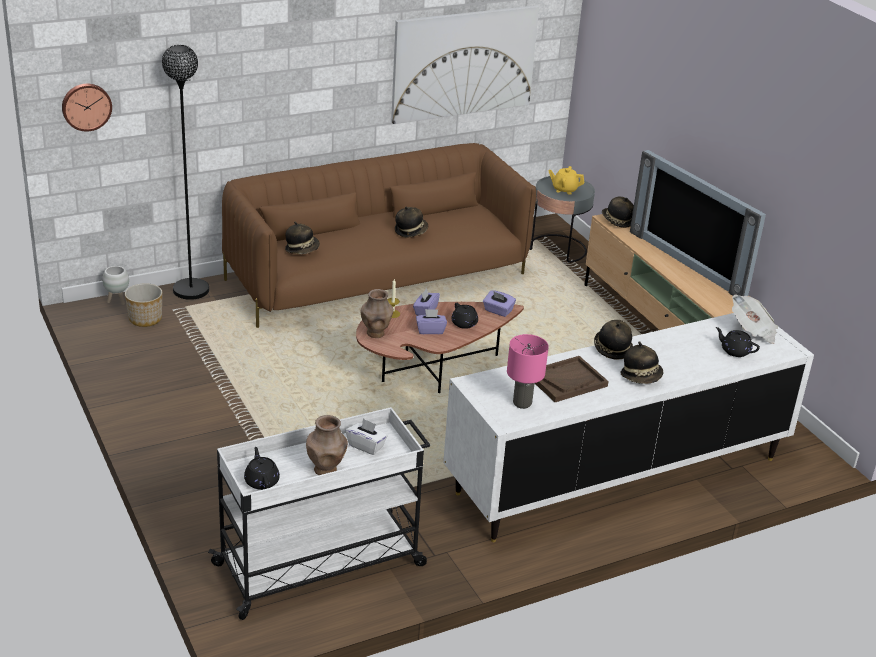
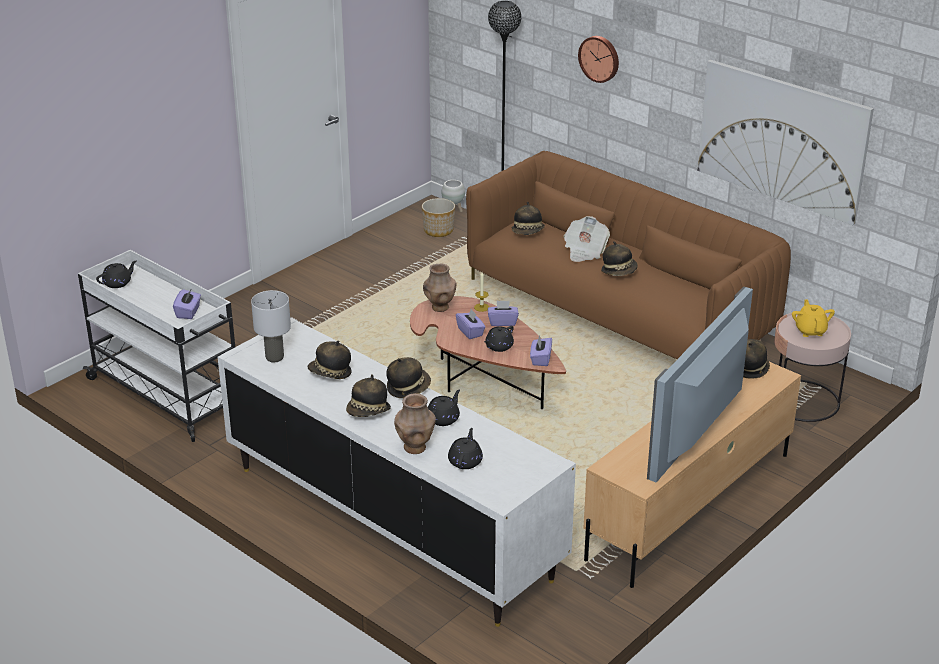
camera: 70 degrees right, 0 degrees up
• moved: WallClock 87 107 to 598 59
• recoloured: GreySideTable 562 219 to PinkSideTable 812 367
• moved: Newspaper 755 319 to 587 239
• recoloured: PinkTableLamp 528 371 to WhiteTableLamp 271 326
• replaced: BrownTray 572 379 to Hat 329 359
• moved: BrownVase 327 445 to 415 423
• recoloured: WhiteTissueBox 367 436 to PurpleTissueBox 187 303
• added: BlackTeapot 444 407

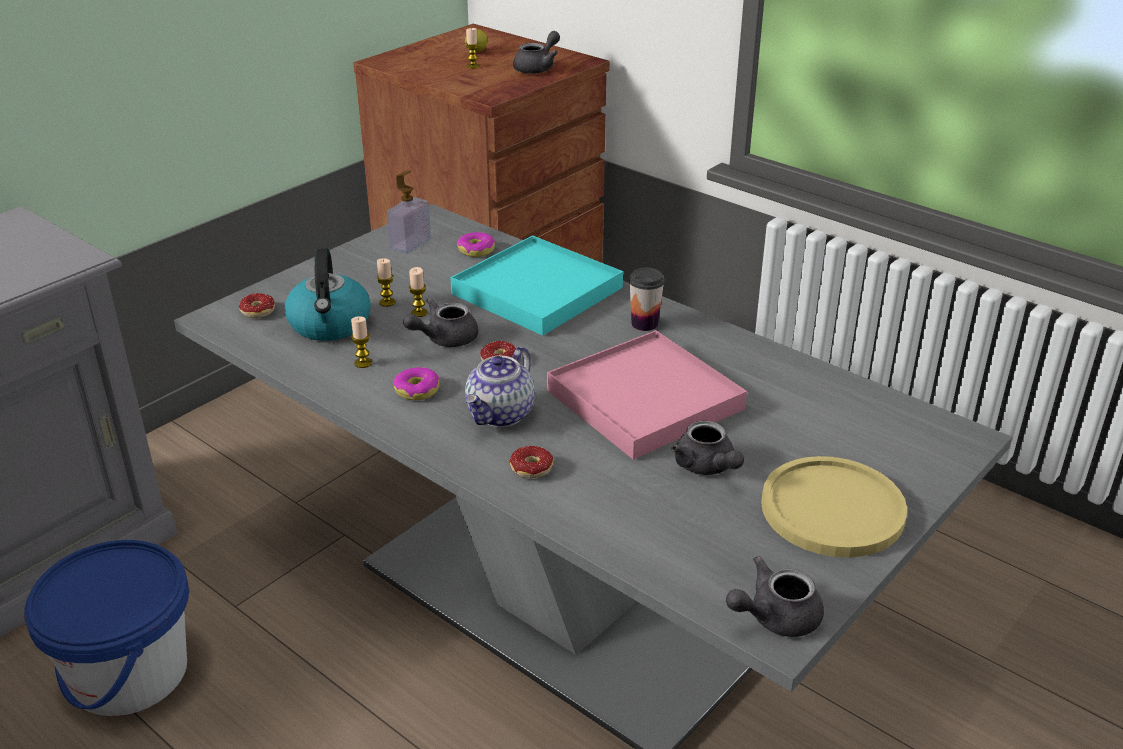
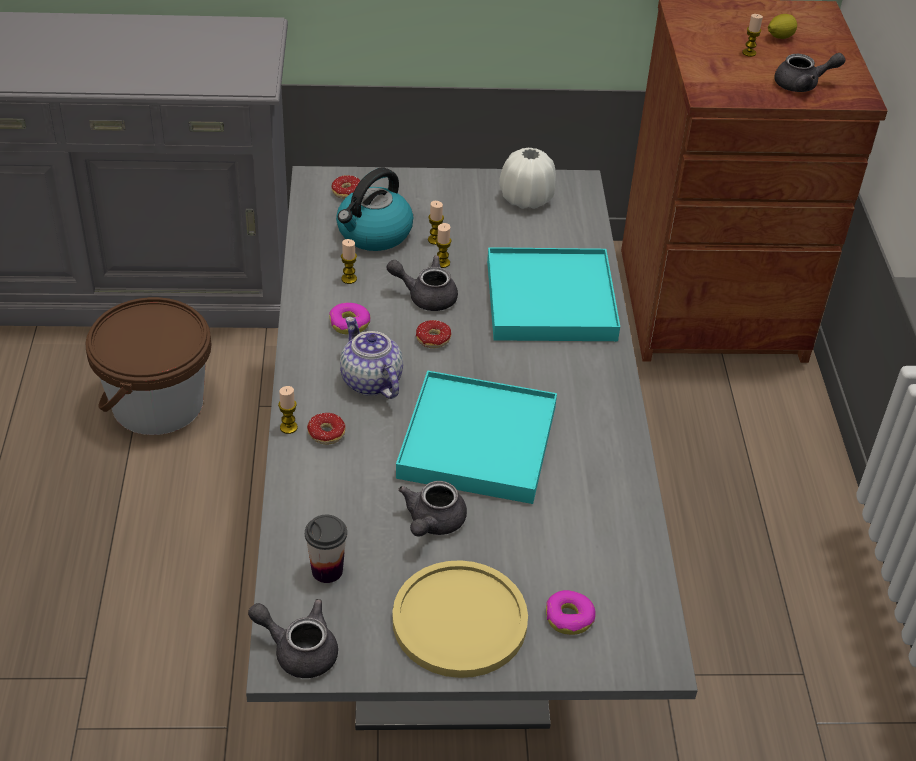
camera: 45 degrees right, 10 degrees up
• replaced: SoapDispenser 409 212 to WhiteVase 527 178
• moved: Donut 476 244 to 571 612
• moved: Cup 647 299 to 326 549
• recoloured: PinkTray 647 395 to TurquoiseTray 476 437
• turned: Teapot 500 386 = 371 358 75 degrees clockwise
• recoloured: BlueBucket 106 628 to BrownBucket 148 366
• added: Candle 288 410

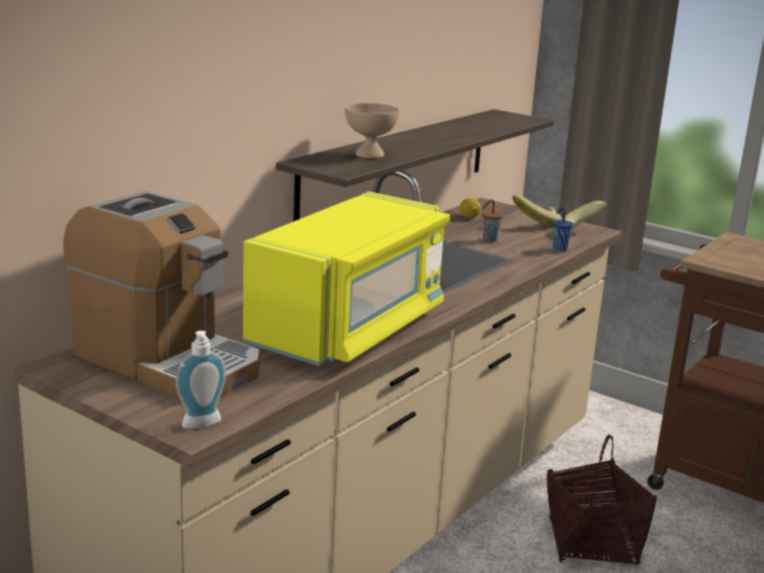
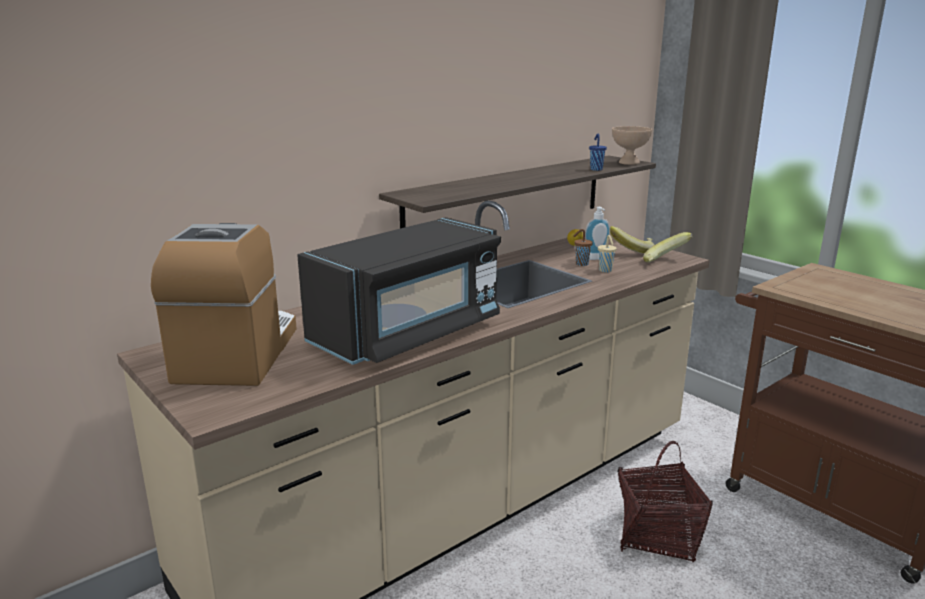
camera: 15 degrees right, 0 degrees up
• moved: BeigeBowl 372 131 to 632 145
• turned: CoffeeMachine 161 294 = 224 304 135 degrees counterclockwise
• recoloured: YellowMicrowave 346 278 to BlackMicrowave 399 291
• moved: BlueCup 563 229 to 598 152
• moved: SoapDispenser 201 380 to 597 233
• added: BeigeCup 607 253

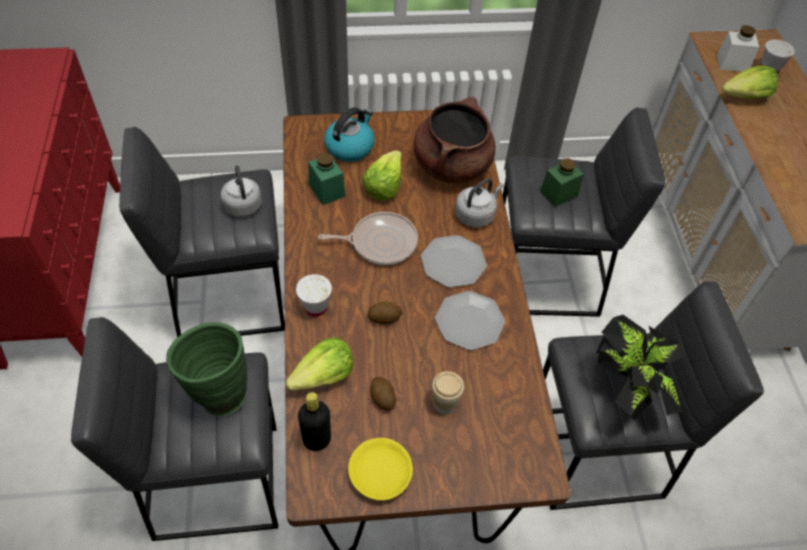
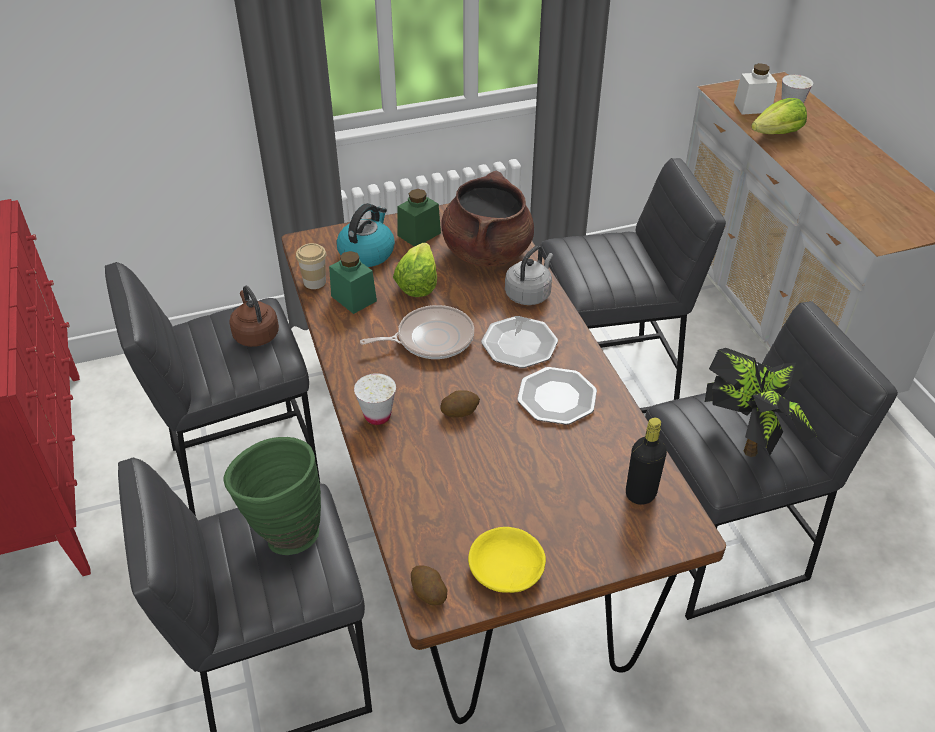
camera: 10 degrees left, 10 degrees down
• moved: GreenJar 562 182 to 419 218
• recoloured: GreyKettle 241 191 to BrownKettle 254 316
• removed: Lettuce 319 364
• moved: Cup 448 392 to 311 266
• moved: Potato 383 394 to 429 585
• moved: BlackBottle 314 421 to 646 461

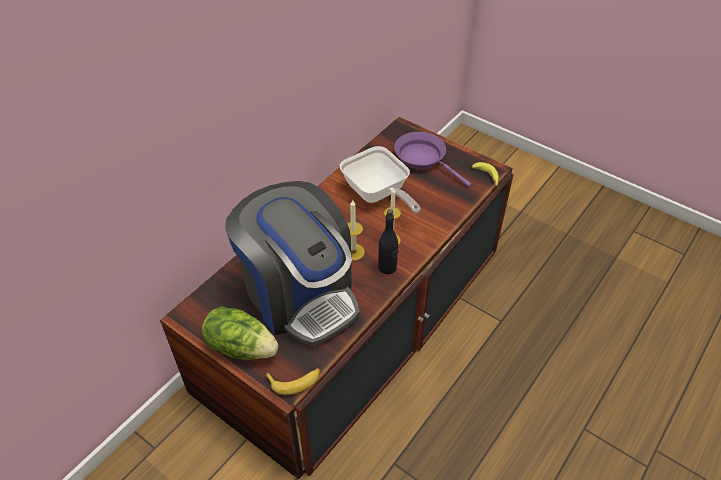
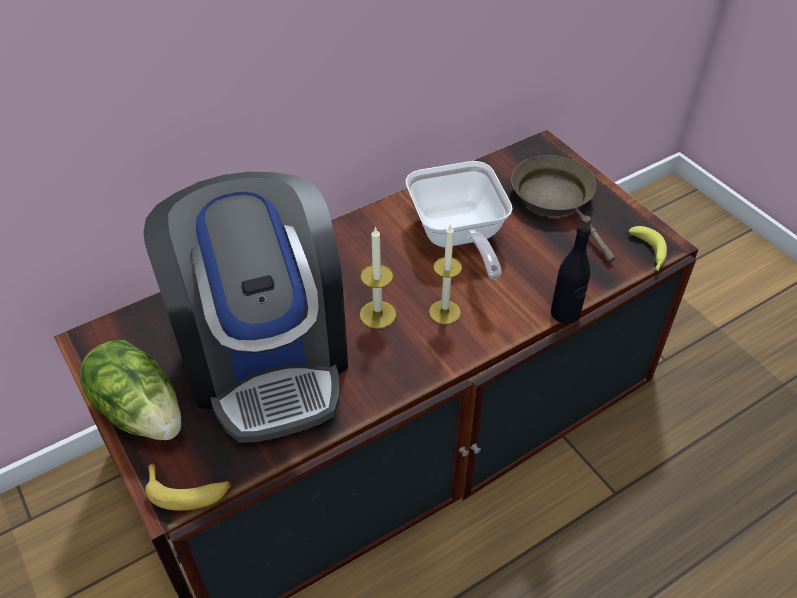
camera: 20 degrees right, 0 degrees up
• recoloured: PurpleFryingPan 433 159 to BrownFryingPan 563 208
• moved: BlackBottle 388 241 to 571 269

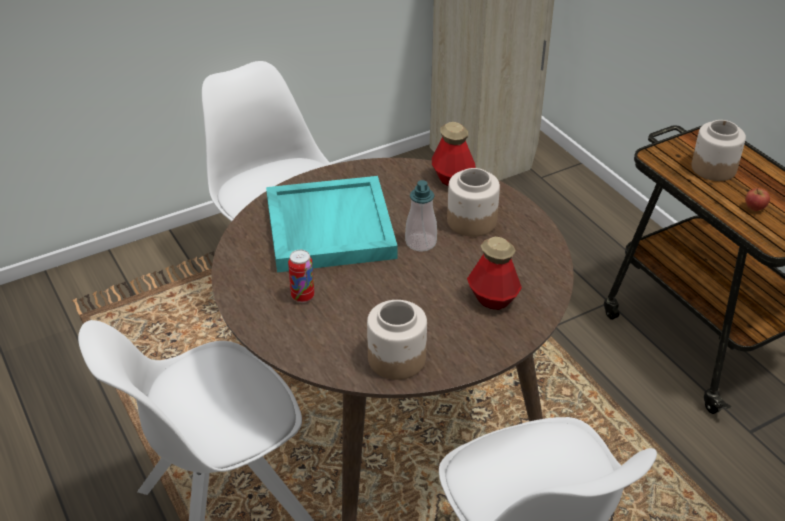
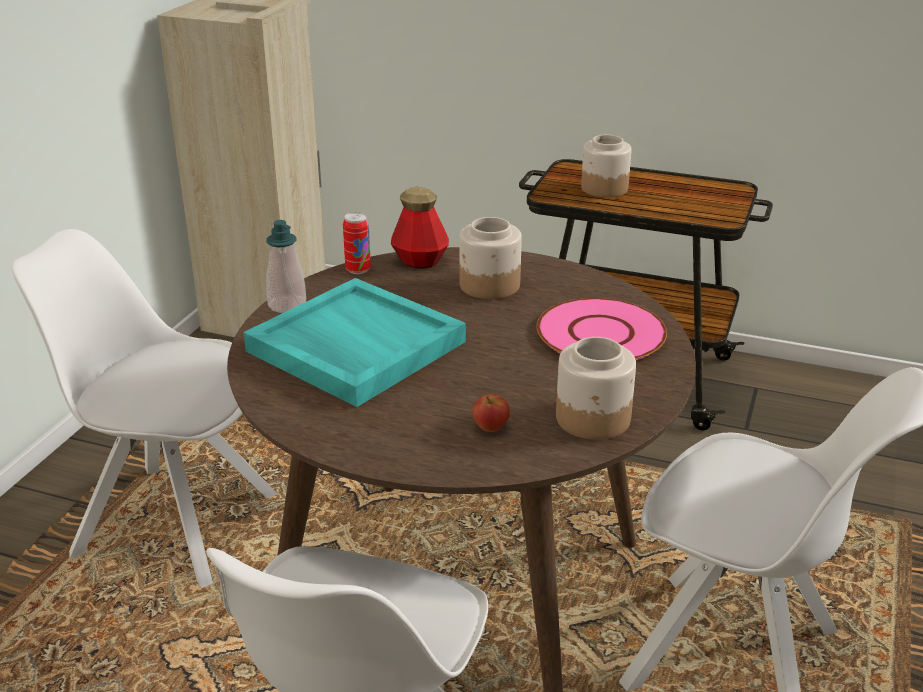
camera: 40 degrees left, 10 degrees down
• moved: SoapDispenser 421 216 to 286 266
• moved: Apple 757 199 to 491 413
• replaced: Bottle 494 273 to PinkPlate 602 329
• moved: Can 301 276 to 357 243

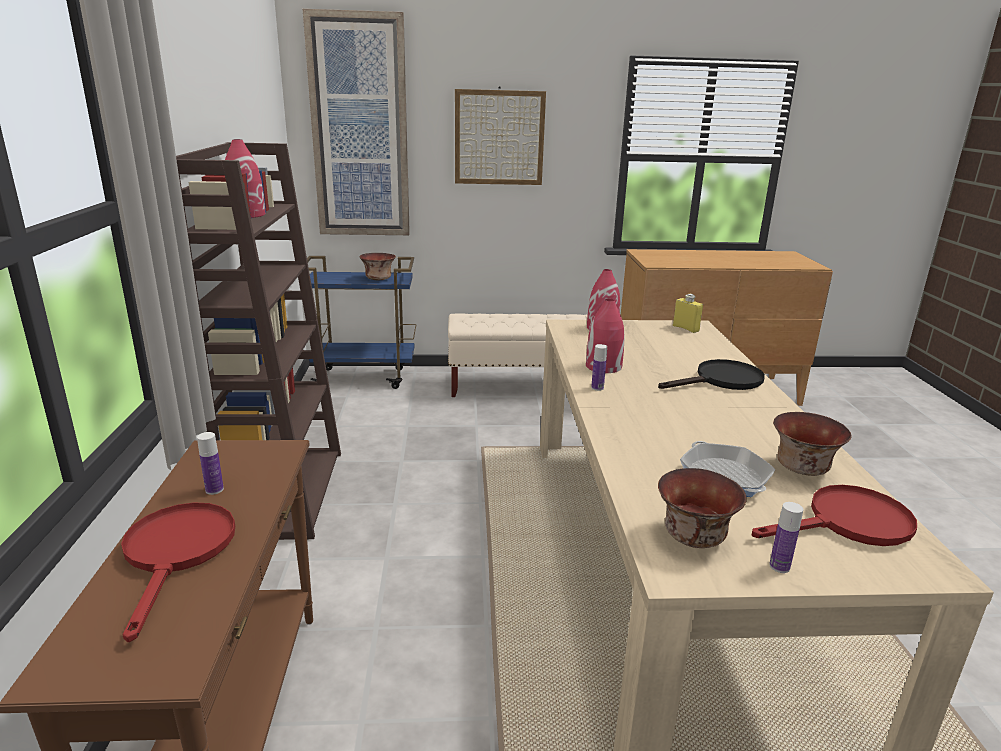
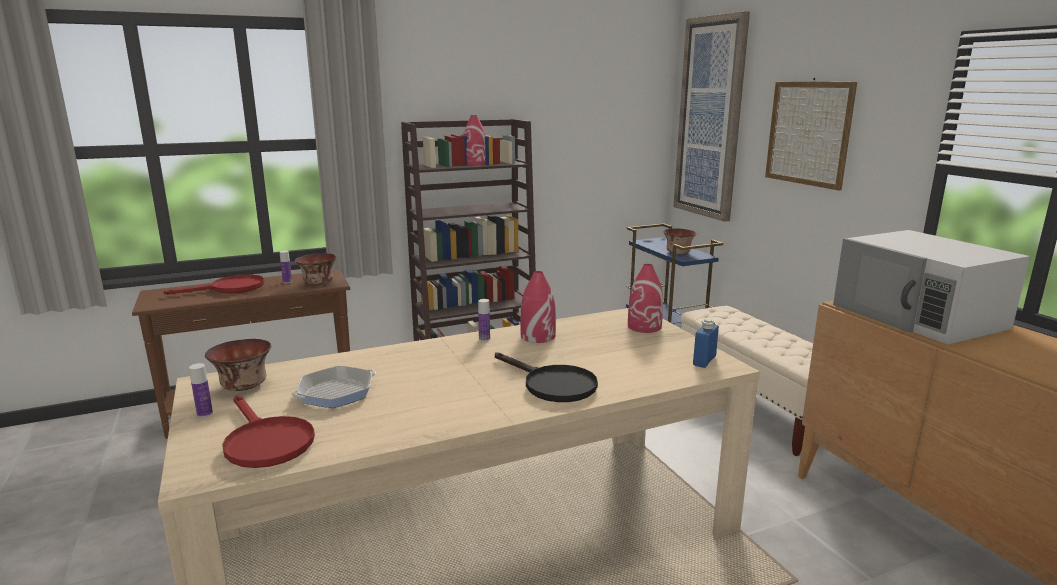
camera: 70 degrees right, 5 degrees down
• recoloured: YellowBottle 688 313 to BlueBottle 706 343
• moved: Bowl 812 444 to 315 269
• added: WhiteMicrowave 931 287

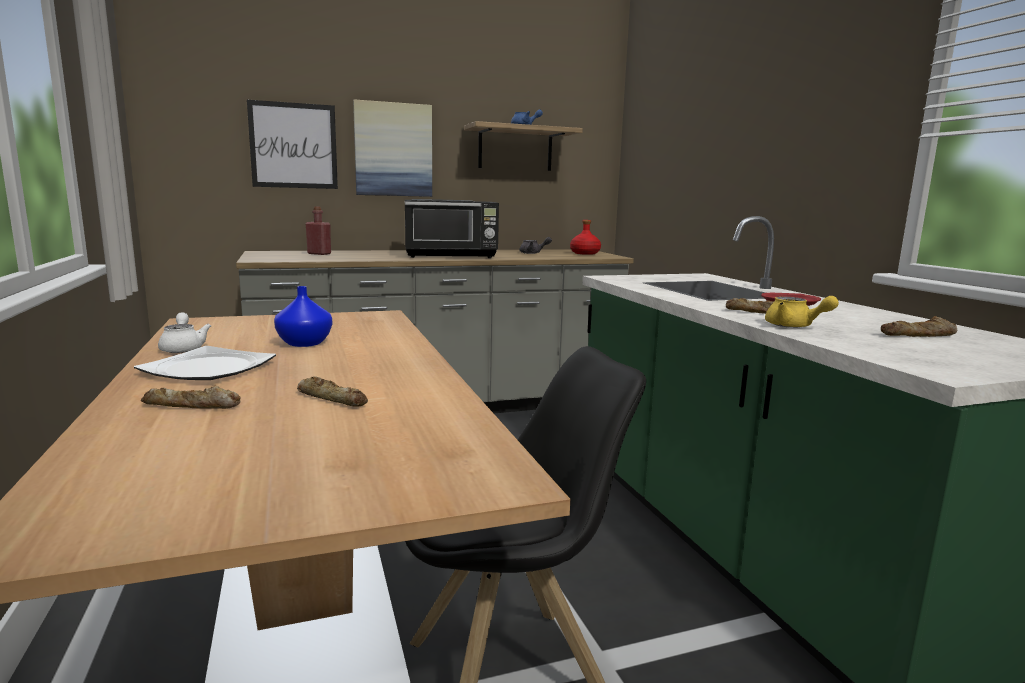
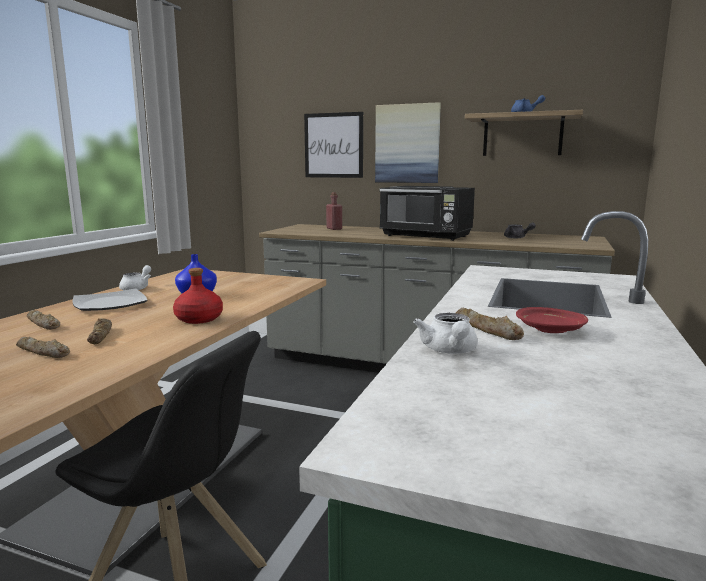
camera: 40 degrees right, 0 degrees up
• moved: RedBottle 585 237 to 198 296
• recoloured: YellowTeapot 802 312 to WhiteTeapot 445 333
• moved: Bread 919 326 to 43 347

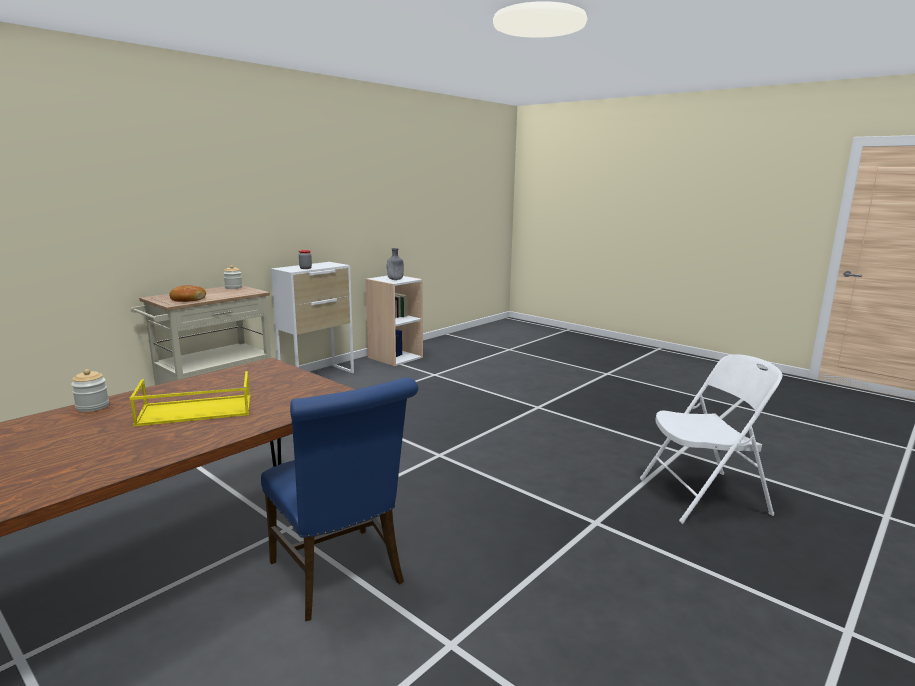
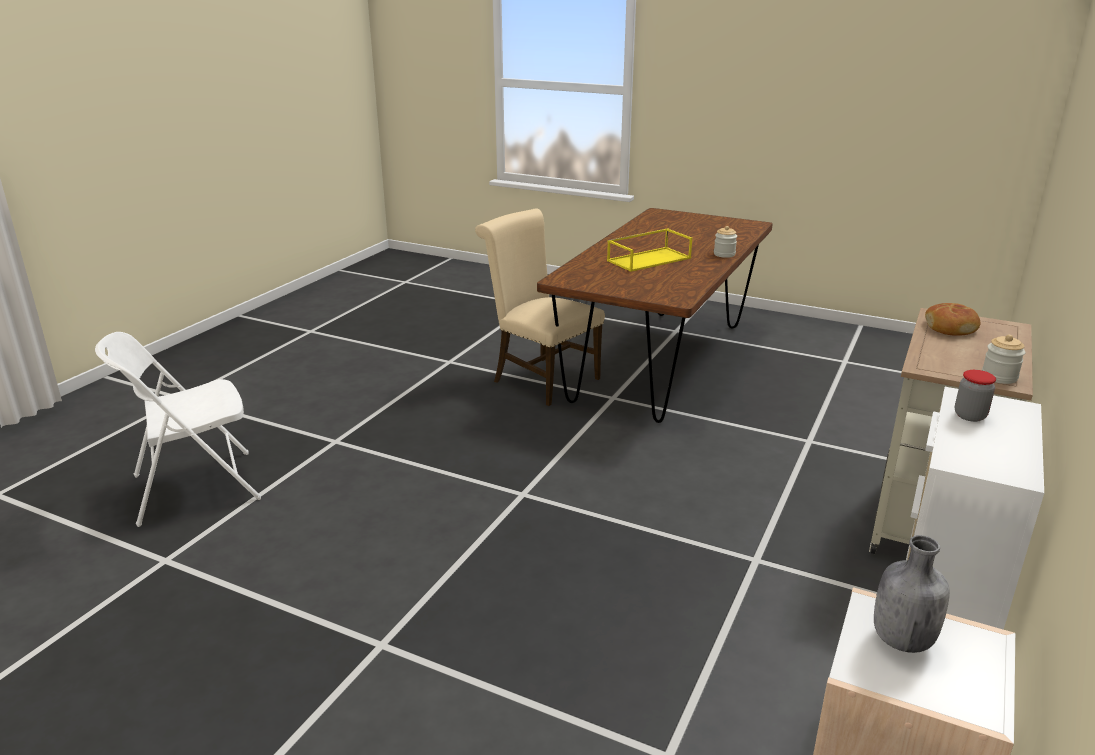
camera: 165 degrees right, 10 degrees up
• recoloured: BlueChair 339 499 to BeigeChair 540 307

